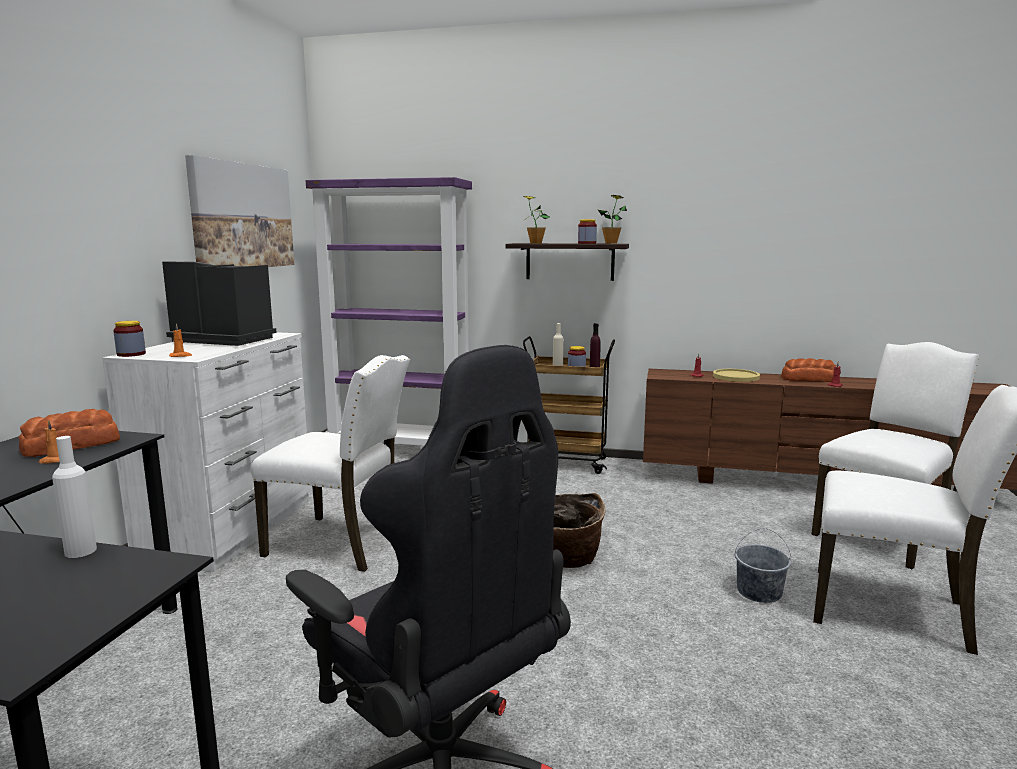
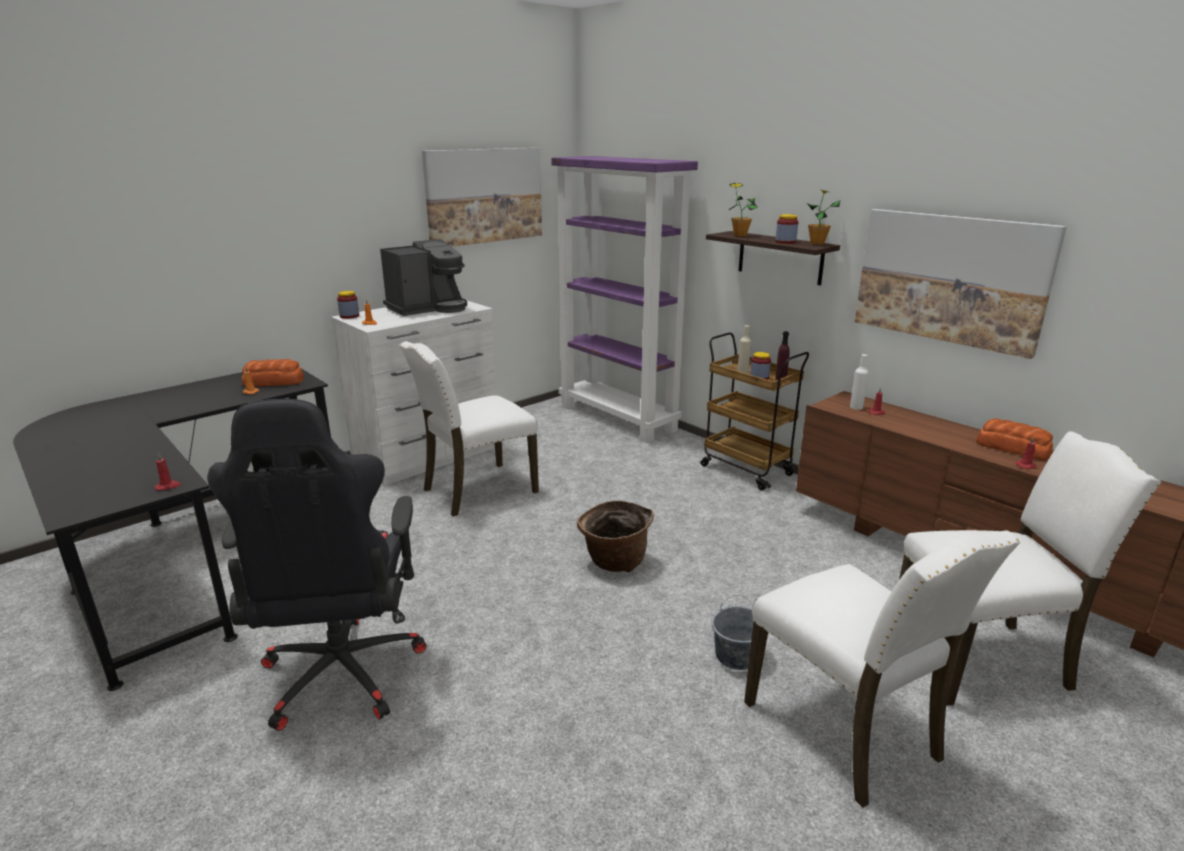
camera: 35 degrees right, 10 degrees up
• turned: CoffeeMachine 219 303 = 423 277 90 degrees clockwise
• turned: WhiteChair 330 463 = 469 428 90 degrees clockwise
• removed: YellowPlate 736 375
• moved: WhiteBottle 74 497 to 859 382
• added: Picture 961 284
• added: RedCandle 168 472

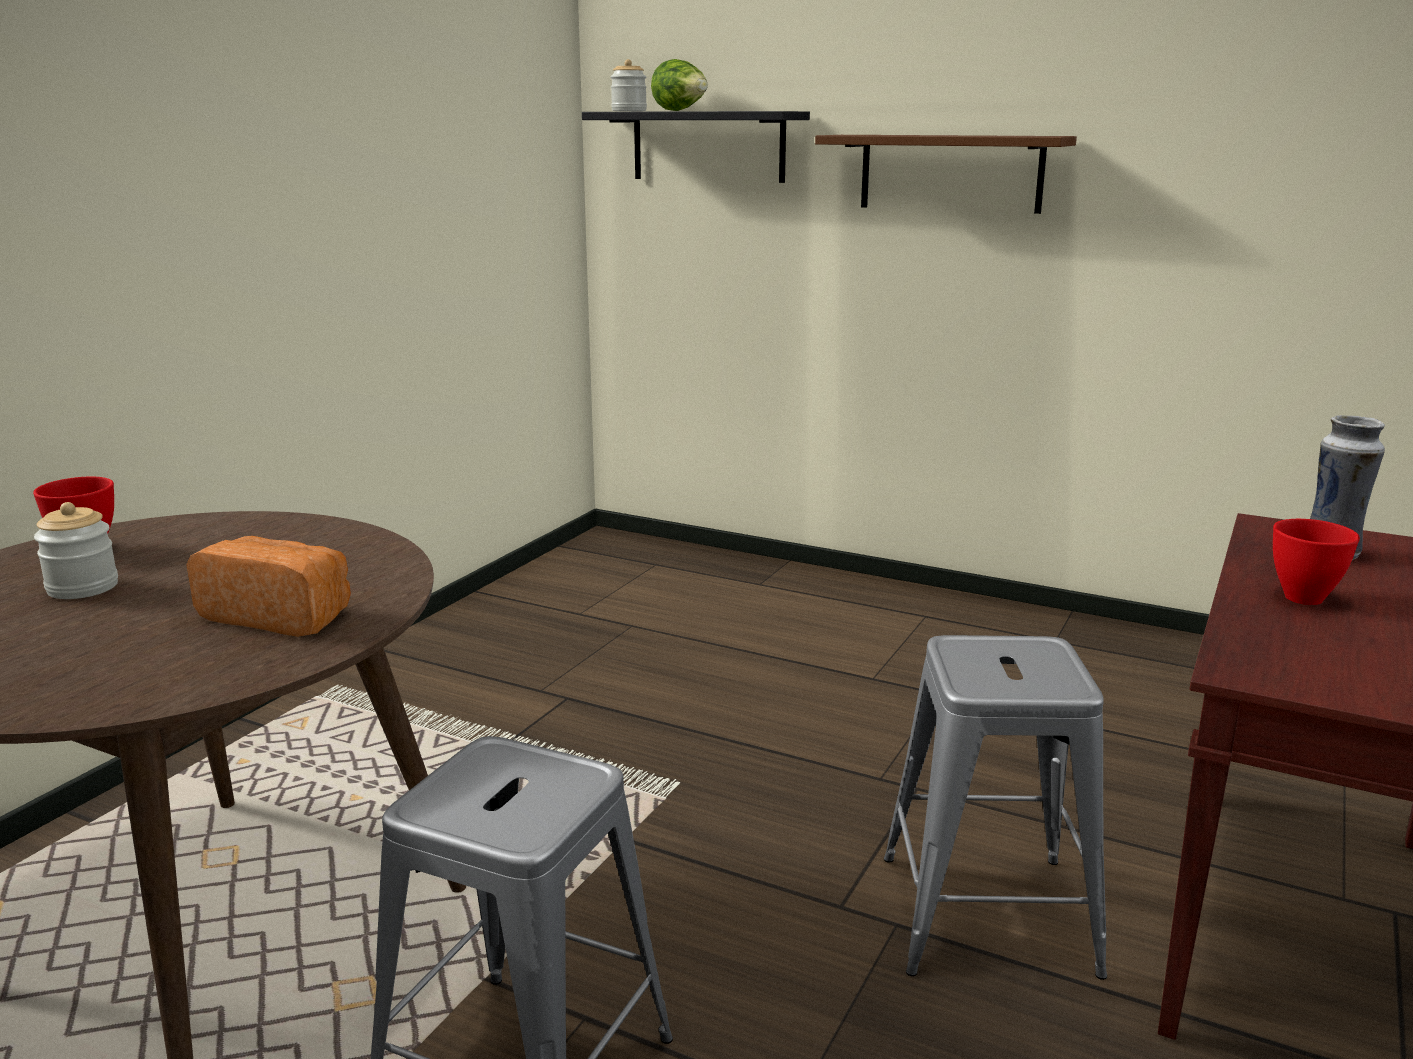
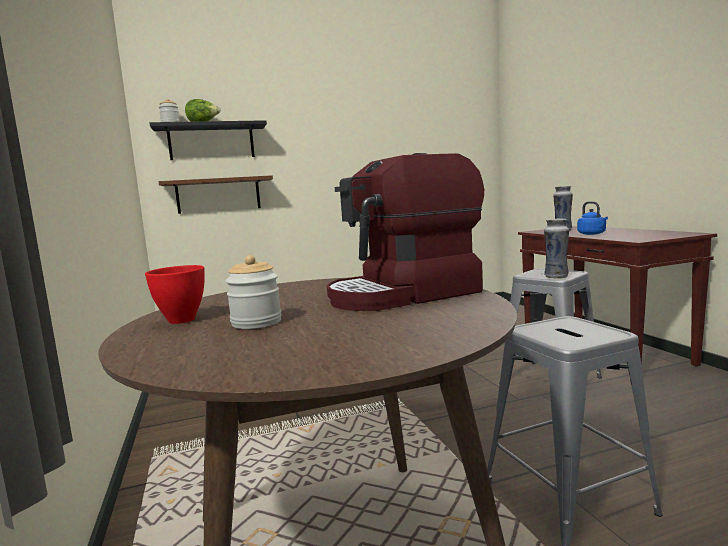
camera: 45 degrees left, 10 degrees down
• moved: BrownShelf 946 174 to 215 194
• replaced: RedBowl 1316 562 to BlueKettle 592 218
• replaced: Bread 268 586 to CoffeeMachine 405 232
• added: Vase 556 248

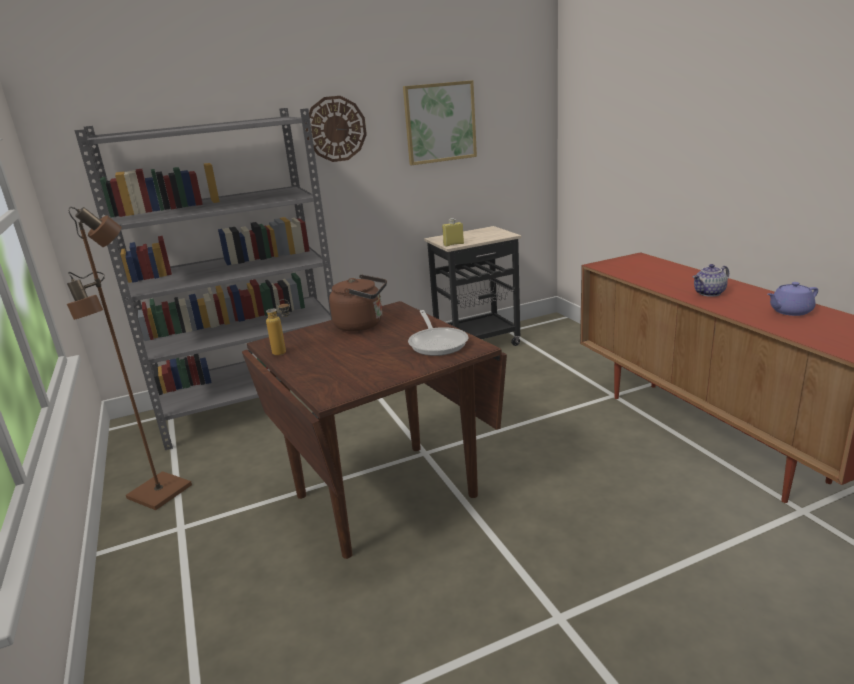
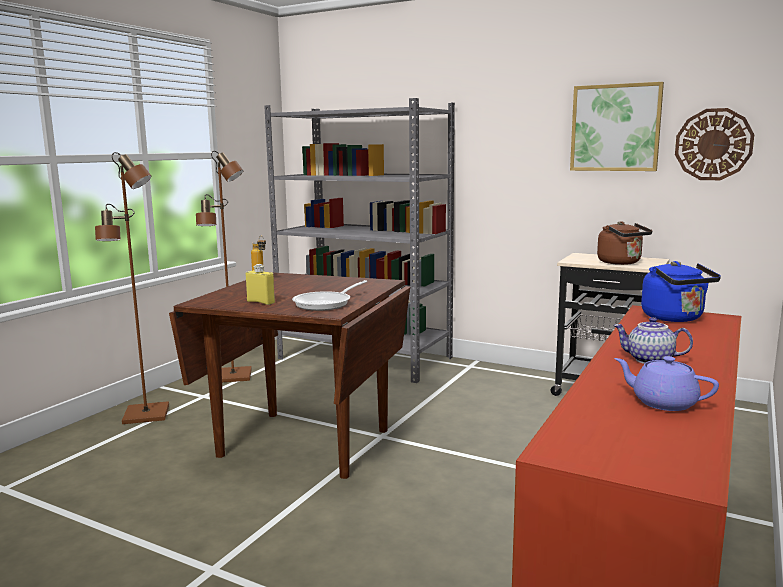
camera: 50 degrees right, 10 degrees down
• moved: WallClock 336 129 to 714 144
• moved: YellowBottle 453 232 to 260 284
• moved: BrownKettle 358 303 to 624 243
• added: BrownFloorLamp 132 288
• added: BlueKettle 681 291

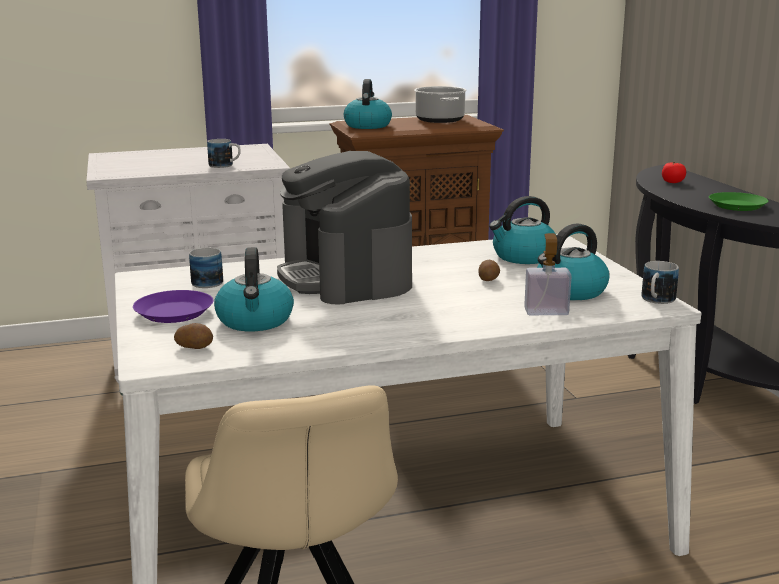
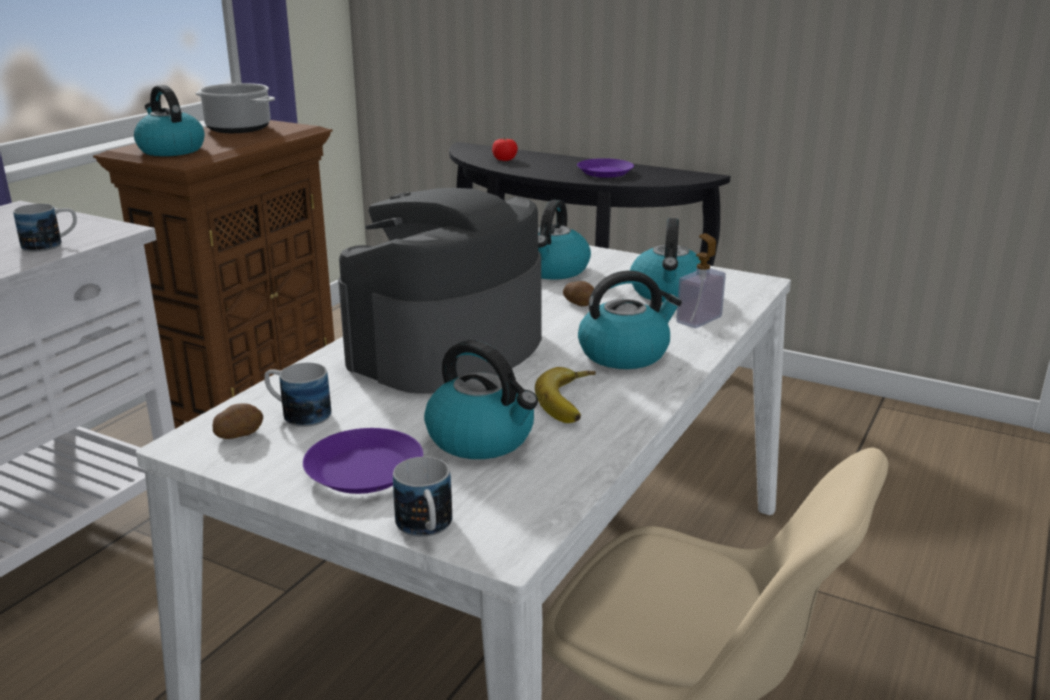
camera: 45 degrees left, 5 degrees up
• turned: CoffeeMachine 344 228 = 440 291 105 degrees clockwise
• recoloured: GreenPlate 738 201 to PurplePlate 605 168
• moved: Mug 660 282 to 422 497
• moved: Potato 193 336 to 238 421
• added: Kettle 630 320
• added: Banana 565 395

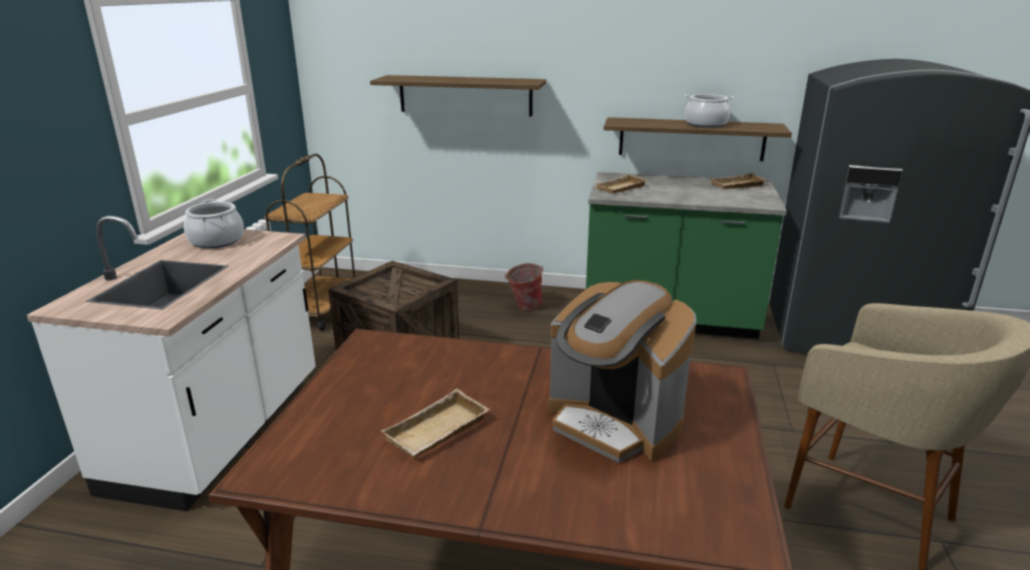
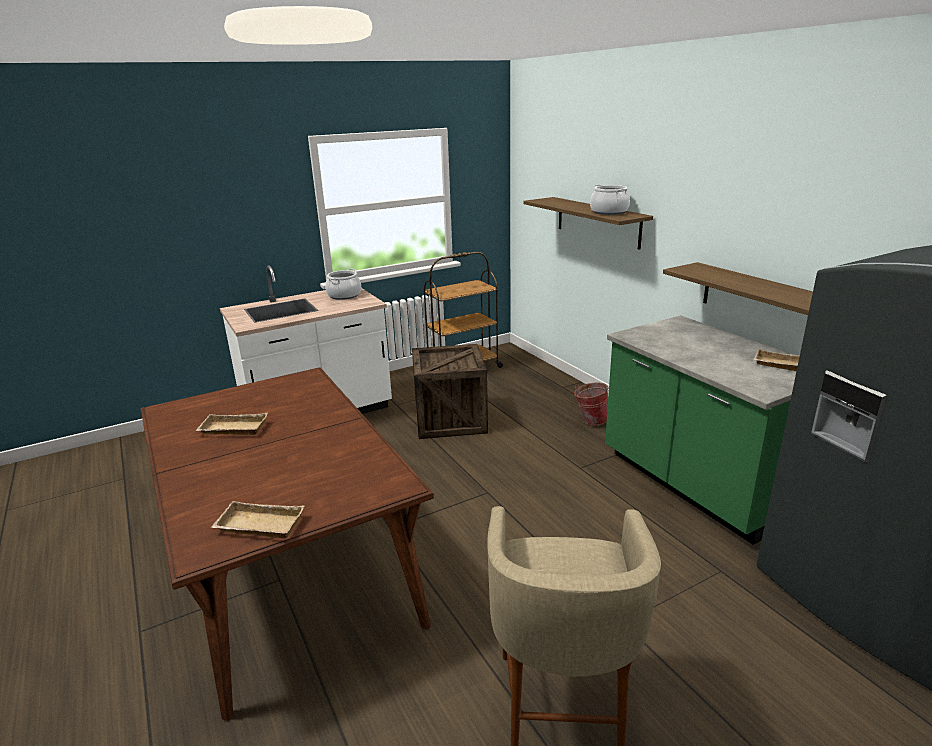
camera: 50 degrees right, 0 degrees up
• moved: CookingPot 709 111 to 610 199
• moved: BeigeTray 621 184 to 257 520
• removed: CoffeeMachine 622 371

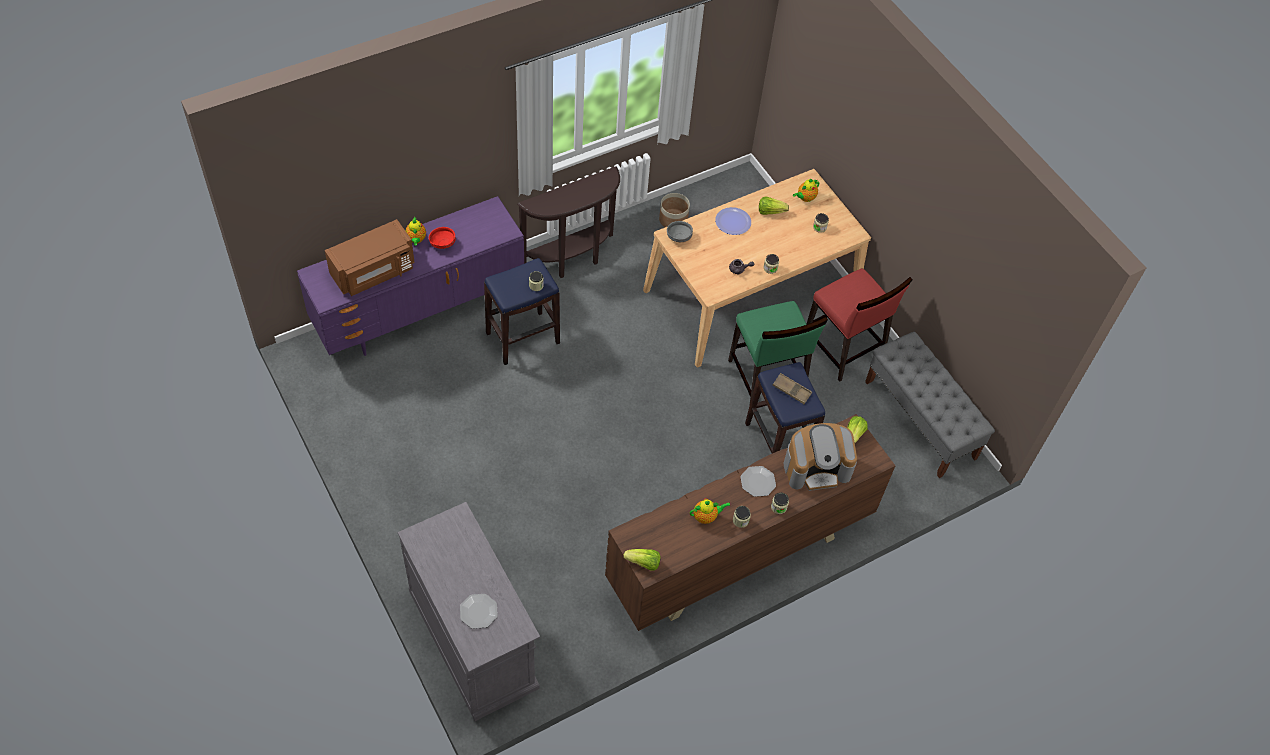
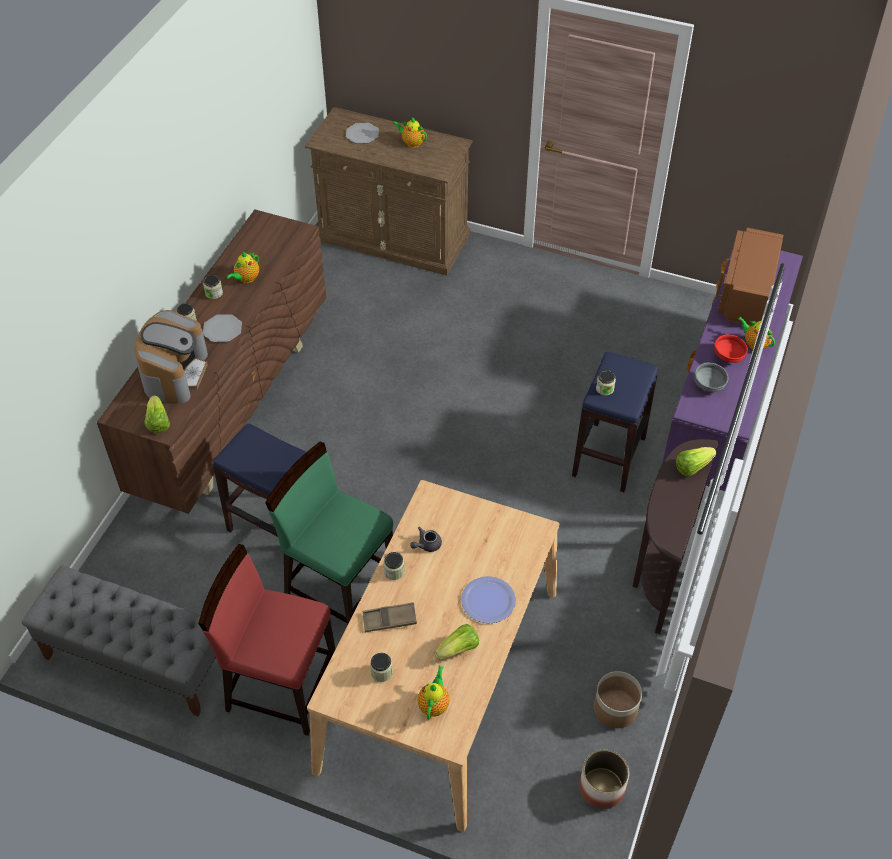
camera: 145 degrees right, 5 degrees down
• moved: GreyBowl 680 231 to 711 377
• moved: BrownTray 792 388 to 390 617
• turned: CoffeeMachine 820 457 = 171 357 150 degrees clockwise
• recoloured: GreyDresser 468 611 to BrownDresser 389 191
• moved: Lettuce 642 560 to 696 462
• added: Teapot 409 132
• added: Planter 604 779

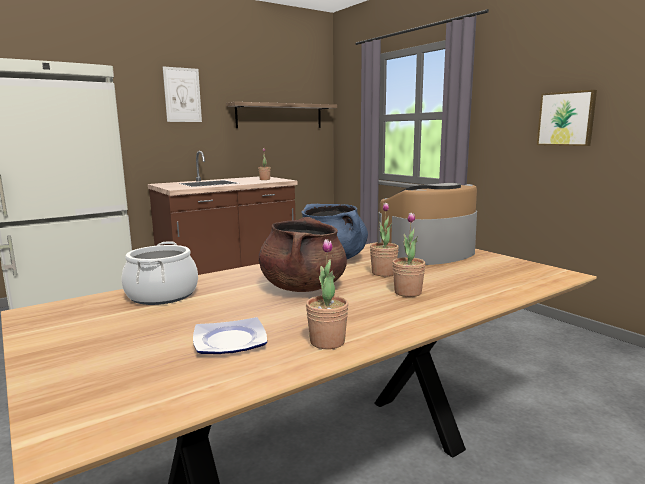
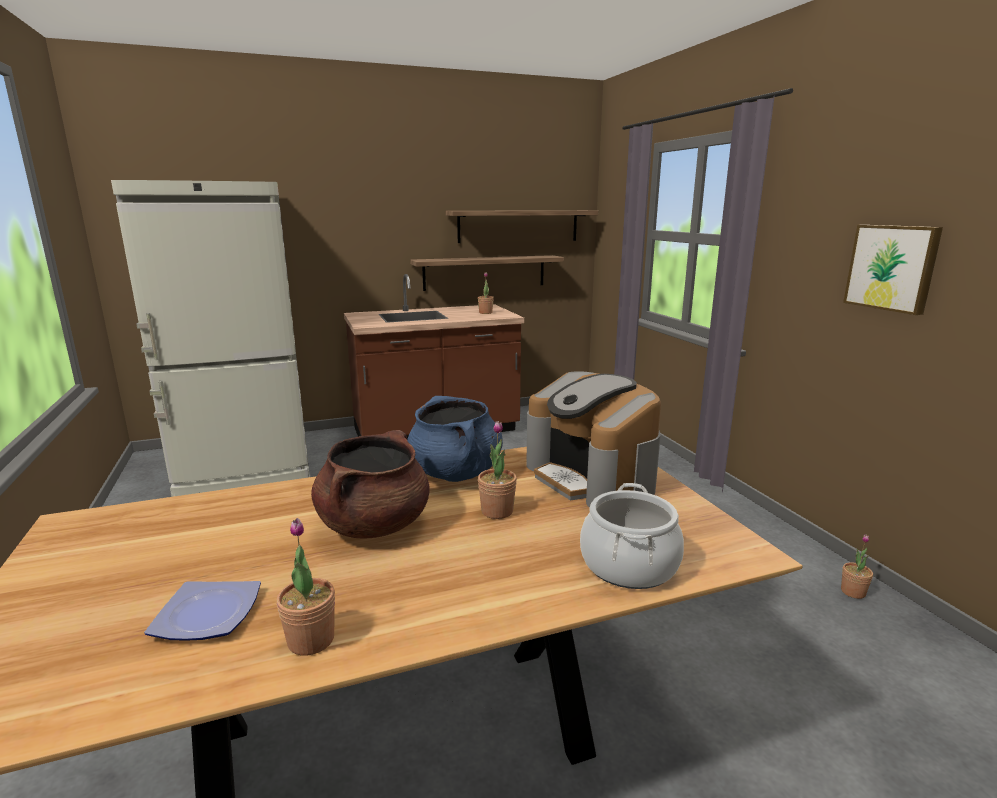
camera: 15 degrees right, 5 degrees up
• removed: Picture 182 94
• turned: CoffeeMachine 427 224 = 593 439 105 degrees counterclockwise
• moved: PottedPlant 409 254 to 857 566
• moved: CookingPot 160 273 to 632 536
• added: Shelf 487 273

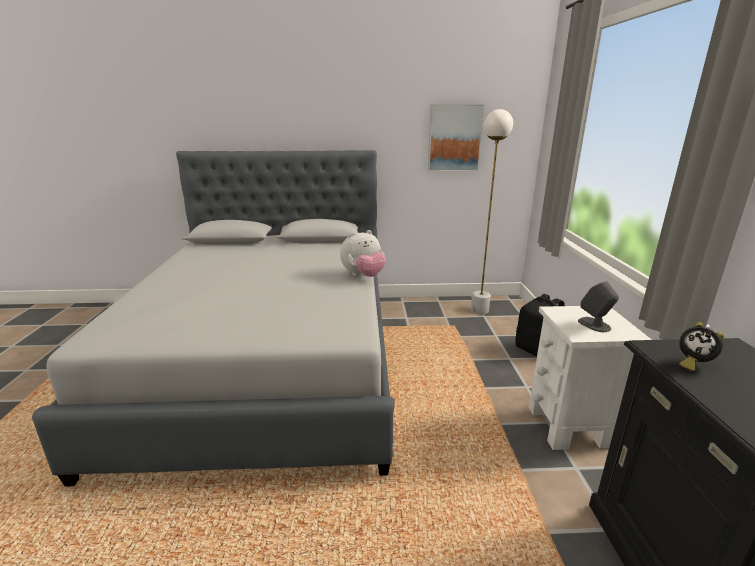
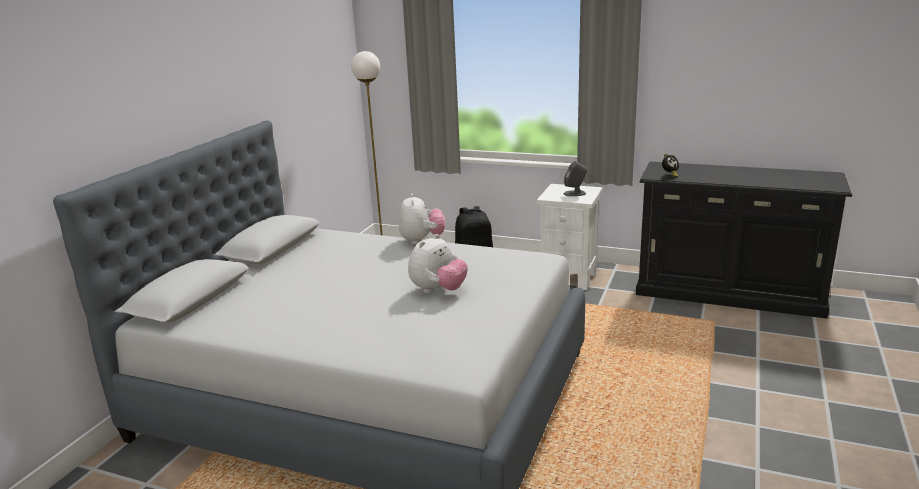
camera: 65 degrees left, 0 degrees up
• removed: Picture 456 138
• added: PlushToy 438 263

